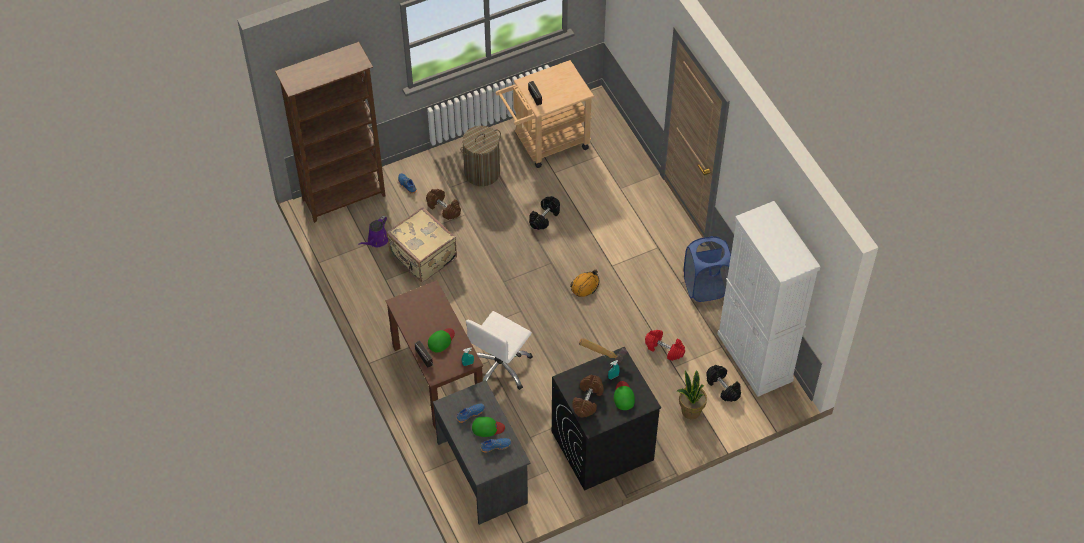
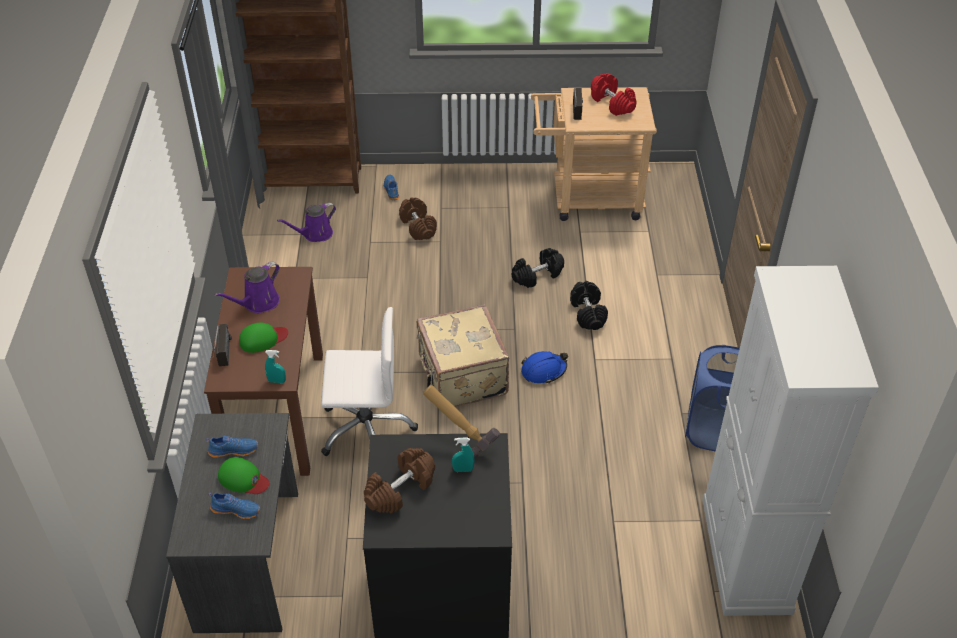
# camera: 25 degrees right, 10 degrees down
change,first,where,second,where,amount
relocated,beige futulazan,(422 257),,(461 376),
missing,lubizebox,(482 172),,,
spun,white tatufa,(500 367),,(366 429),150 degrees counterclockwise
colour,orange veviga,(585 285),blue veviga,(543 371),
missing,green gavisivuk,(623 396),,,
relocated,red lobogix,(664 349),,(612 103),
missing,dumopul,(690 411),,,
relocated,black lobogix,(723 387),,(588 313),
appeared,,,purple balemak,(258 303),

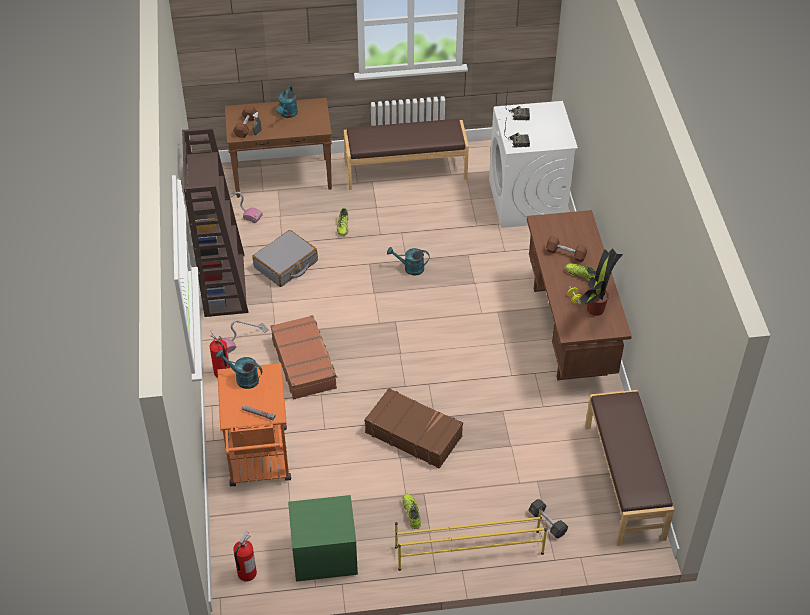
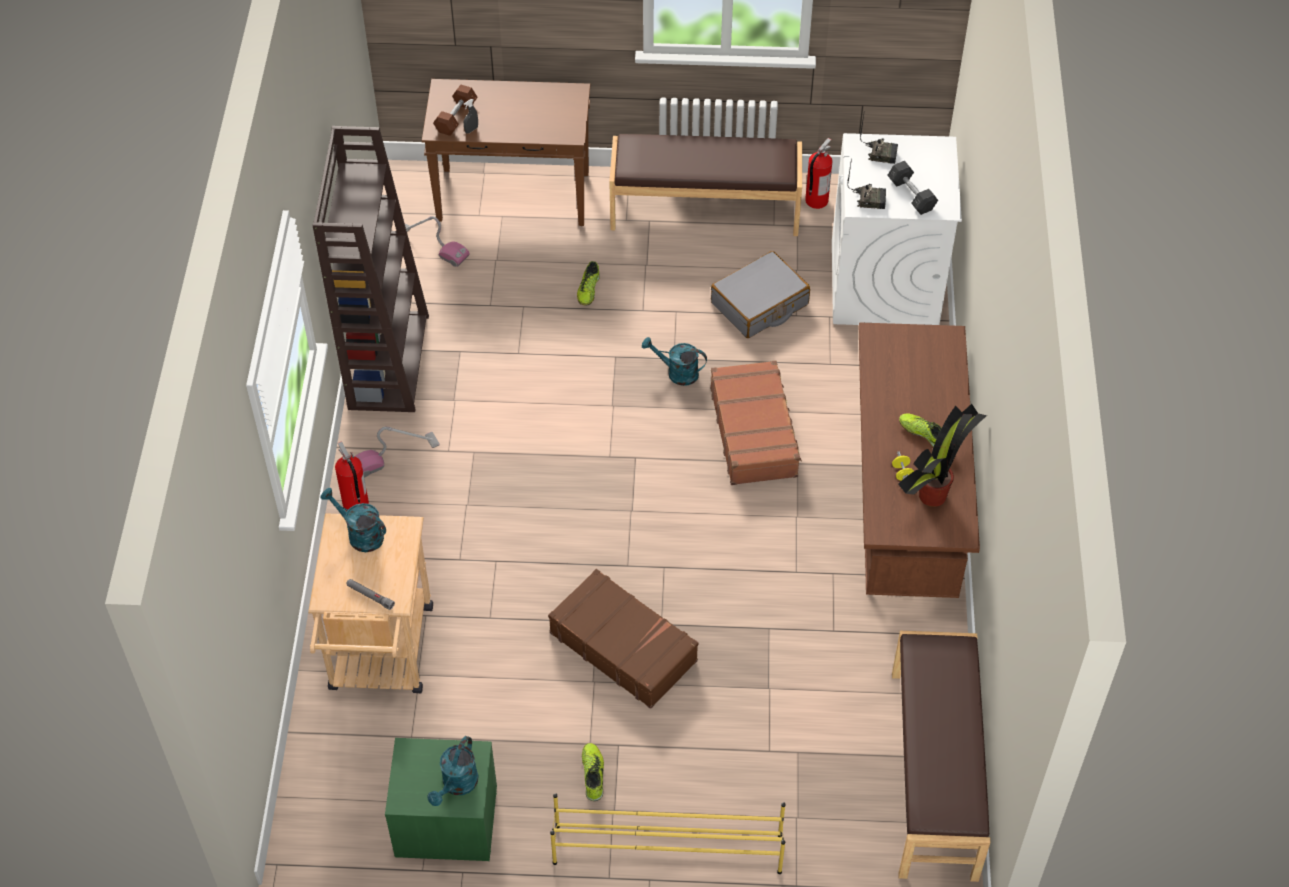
# camera: 10 degrees right, 5 degrees up
change,first,where,second,where,amount
colour,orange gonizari,(259 462),beige gonizari,(380 657),
relocated,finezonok,(246 573),,(816 200),
relocated,grey futulazan,(286 265),,(759 304),
relocated,brown futulazan,(304 363),,(754 431),
relocated,turquoise balemak,(287 114),,(457 785),
relocated,grey lobogix,(547 523),,(911 195),
missing,brown lobogix,(566 254),,,

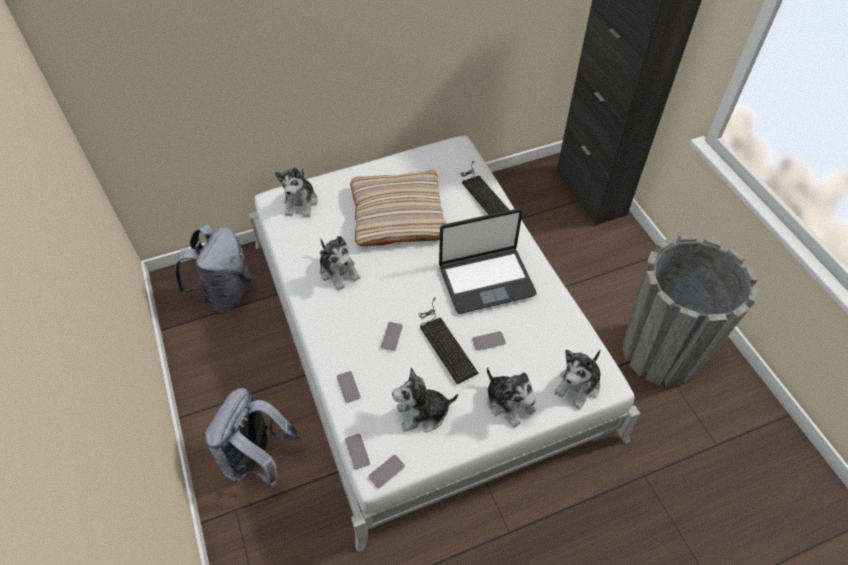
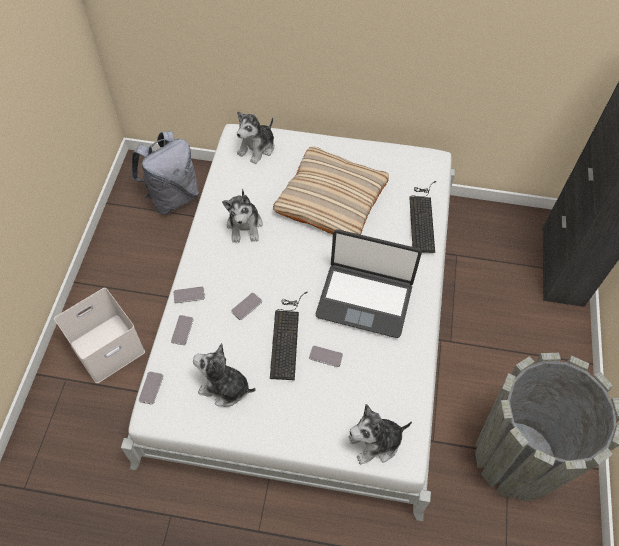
# camera: 30 degrees right, 5 degrees up
change,first,where,second,where,amount
exchanged,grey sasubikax,(258 460),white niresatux,(107 349),
relocated,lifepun,(386 471),,(189 295),
missing,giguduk,(509 403),,,

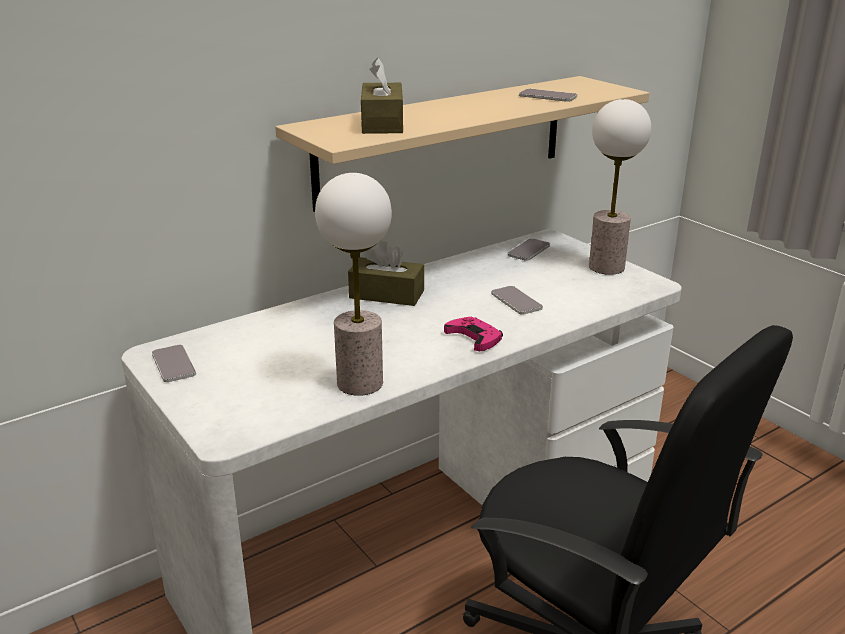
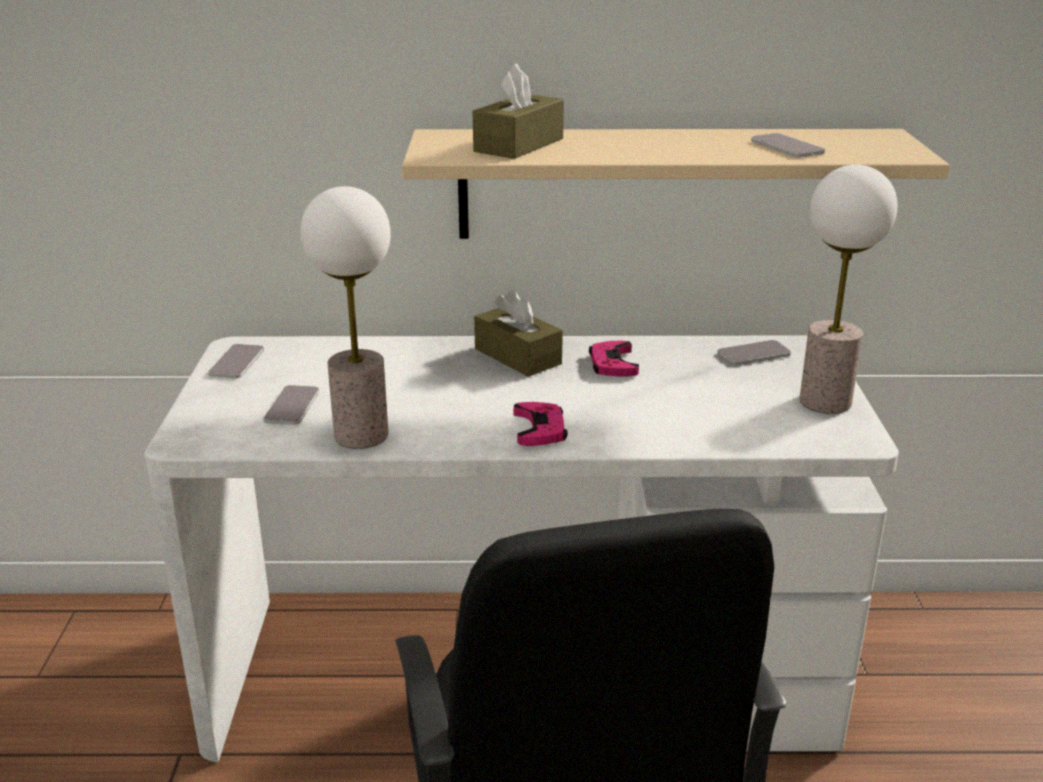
# camera: 35 degrees right, 0 degrees up
change,first,where,second,where,amount
relocated,lifepun,(516 301),,(292 406),
appeared,,,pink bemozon,(612 364),

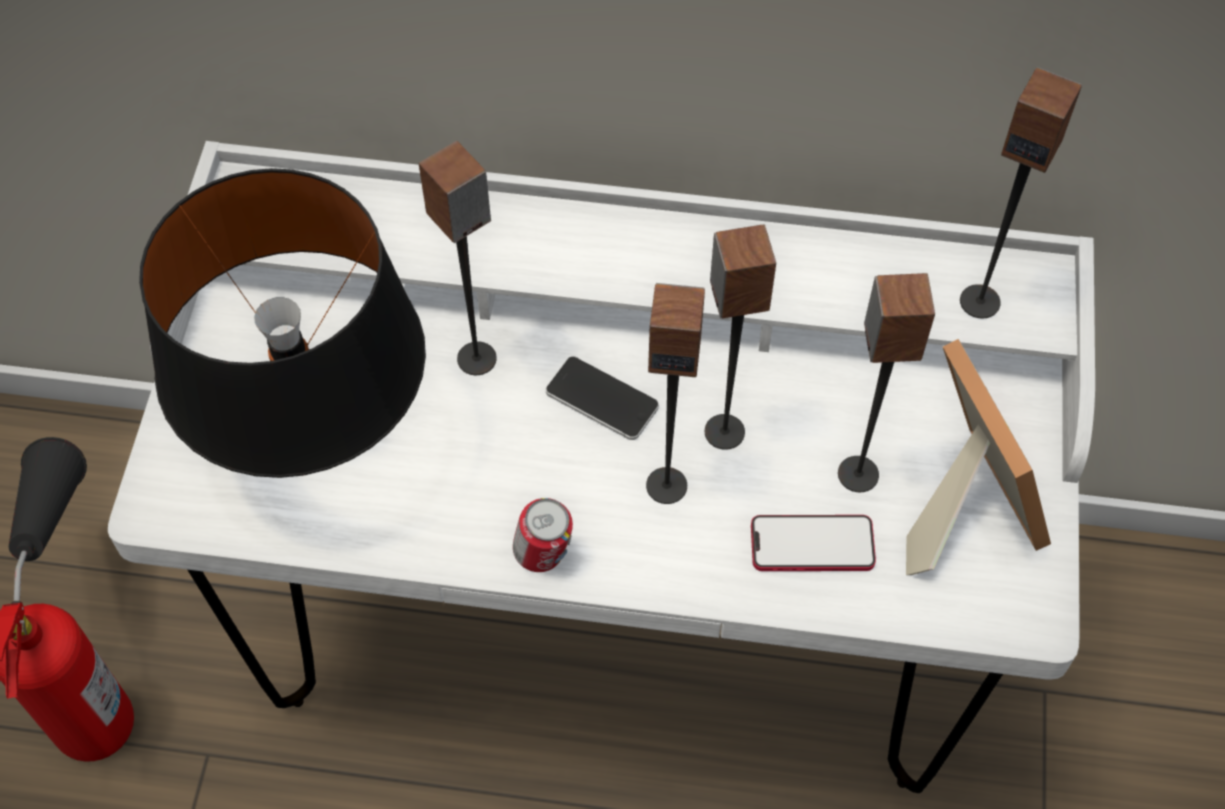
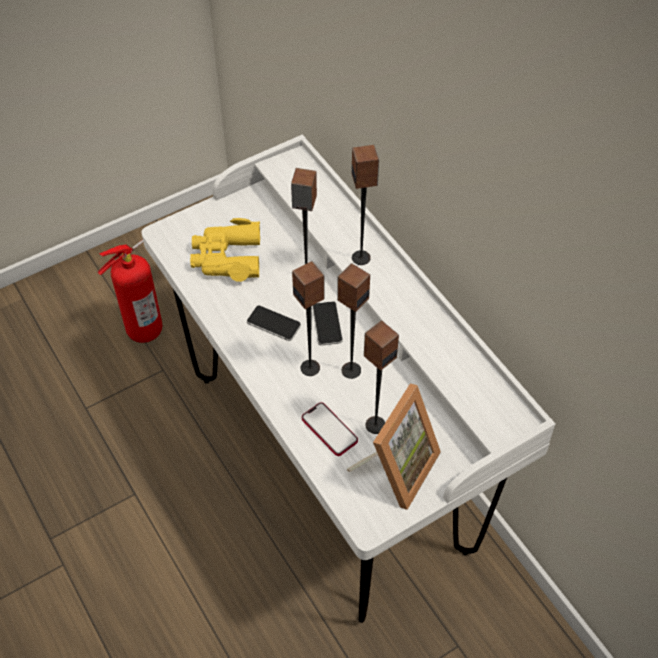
# camera: 50 degrees right, 5 degrees down
change,first,where,second,where,amount
exchanged,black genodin,(317 445),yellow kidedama,(227 258),
missing,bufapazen,(543 556),,,
relocated,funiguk,(980 301),,(361 258),
appeared,,,lifepun,(273 323),

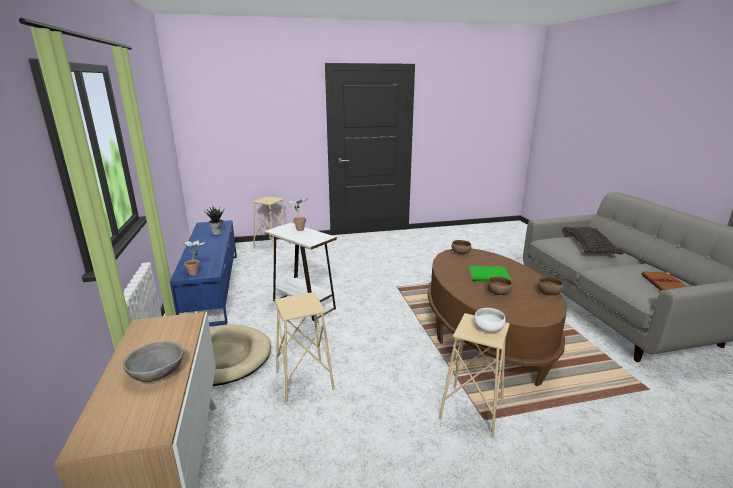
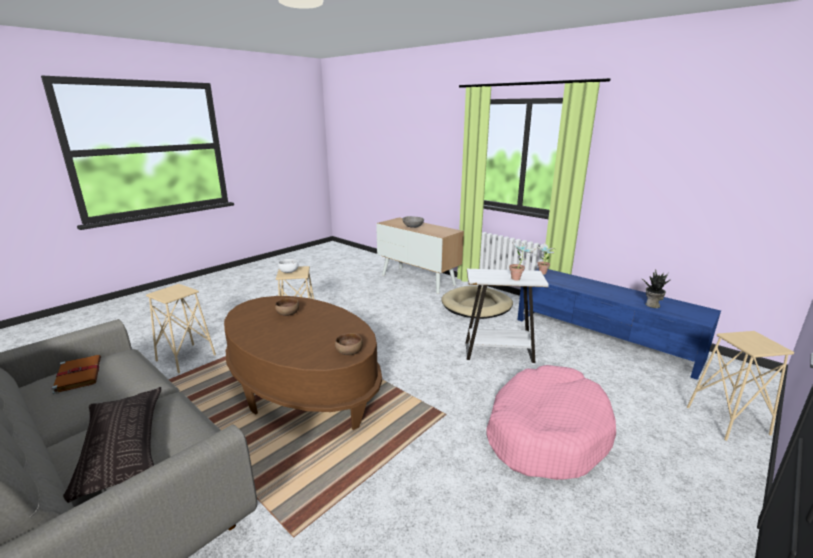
# camera: 145 degrees right, 0 degrees up
change,first,where,second,where,amount
relocated,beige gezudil,(304 380),,(186 358),
missing,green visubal,(490 276),,,
missing,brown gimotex,(548 293),,,
appeared,,,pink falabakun,(546 433),

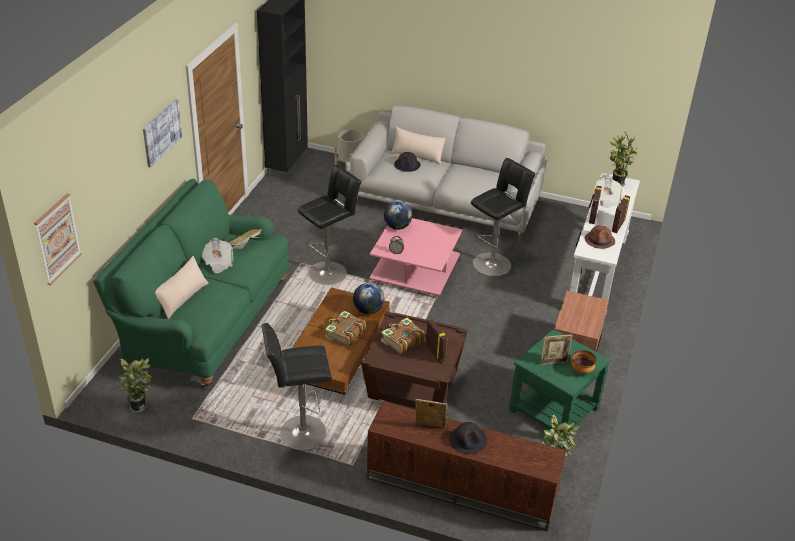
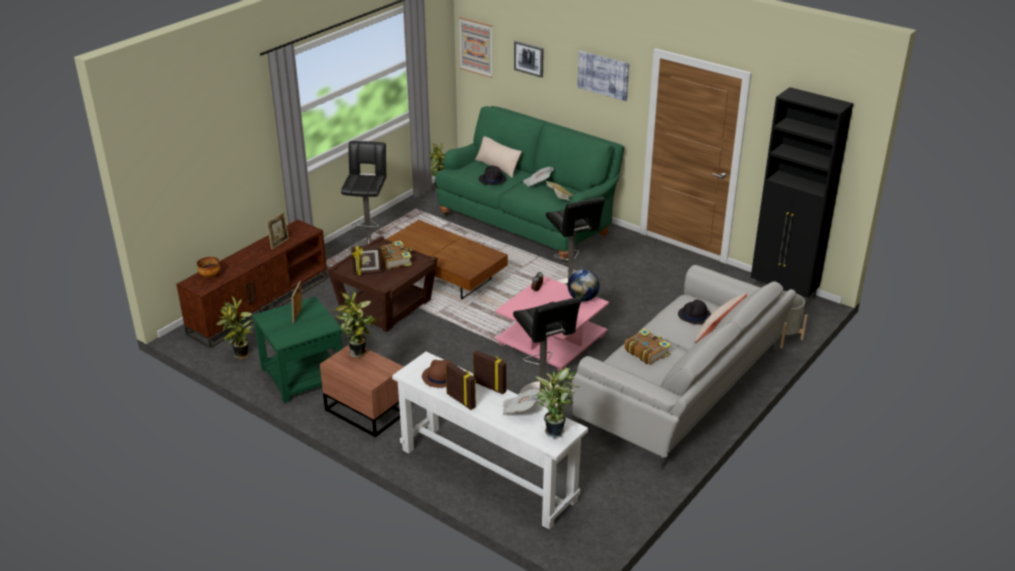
# camera: 110 degrees right, 5 degrees down
change,first,where,second,where,amount
relocated,visubal,(344 333),,(646 352),
missing,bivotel,(368 310),,,
relocated,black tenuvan,(468 440),,(492 179),
relocated,gimotex,(582 371),,(210 276),
appeared,,,dumopul,(359 354),
appeared,,,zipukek,(529 58),

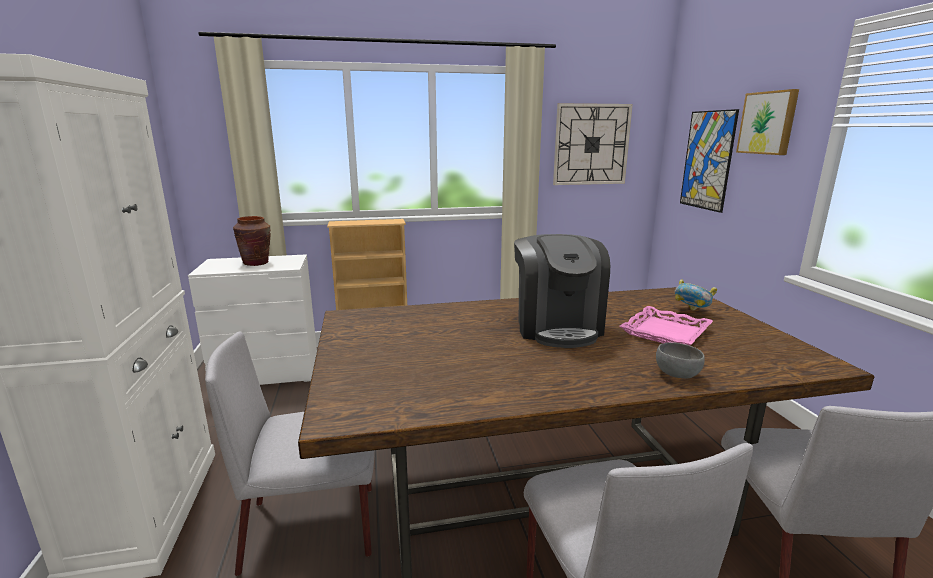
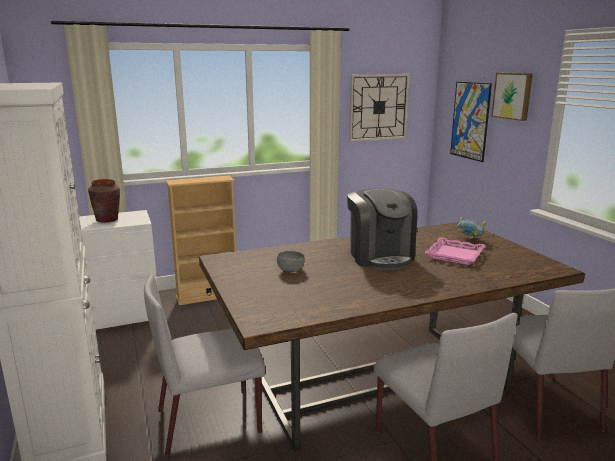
# camera: 10 degrees left, 0 degrees up
change,first,where,second,where,amount
relocated,grey gimotex,(677 374),,(290 270),

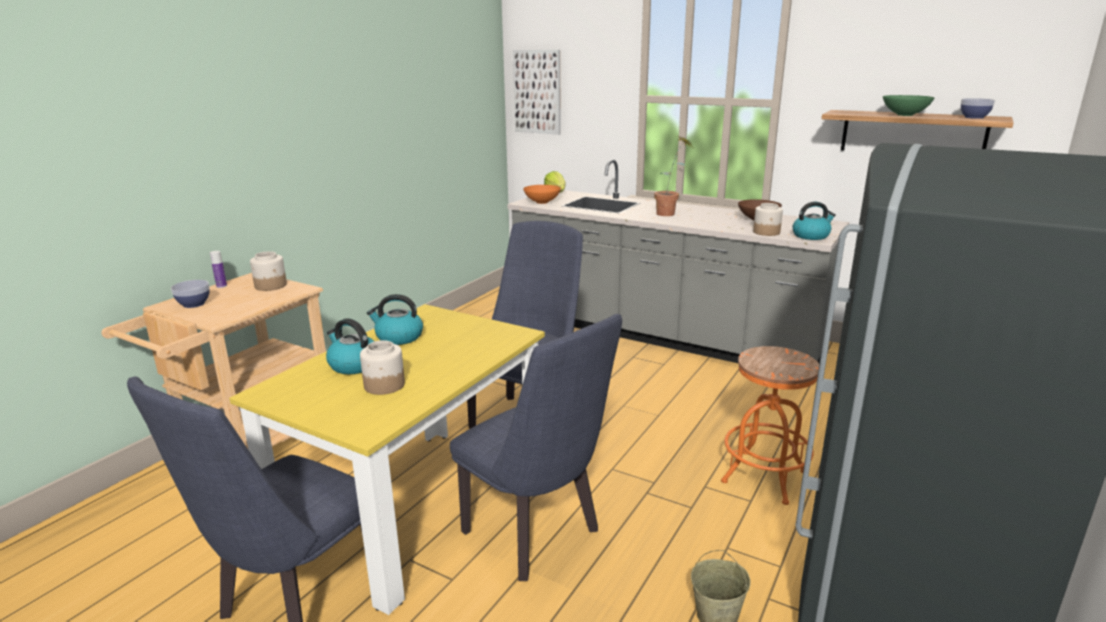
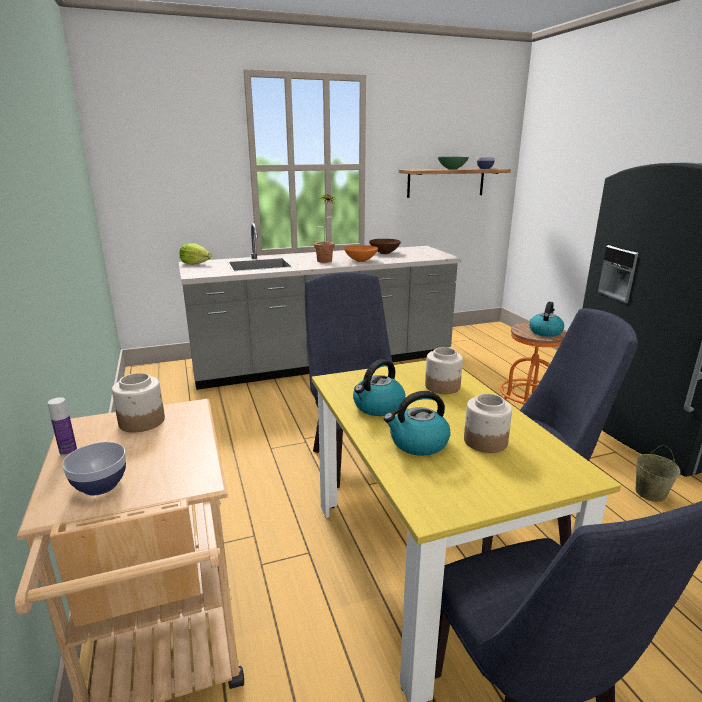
# camera: 50 degrees left, 0 degrees up
change,first,where,second,where,amount
missing,zipukek,(537 92),,,
relocated,orange gimotex,(542 202),,(360 260),
relocated,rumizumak,(766 232),,(443 386),
relocated,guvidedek,(811 236),,(545 332),

